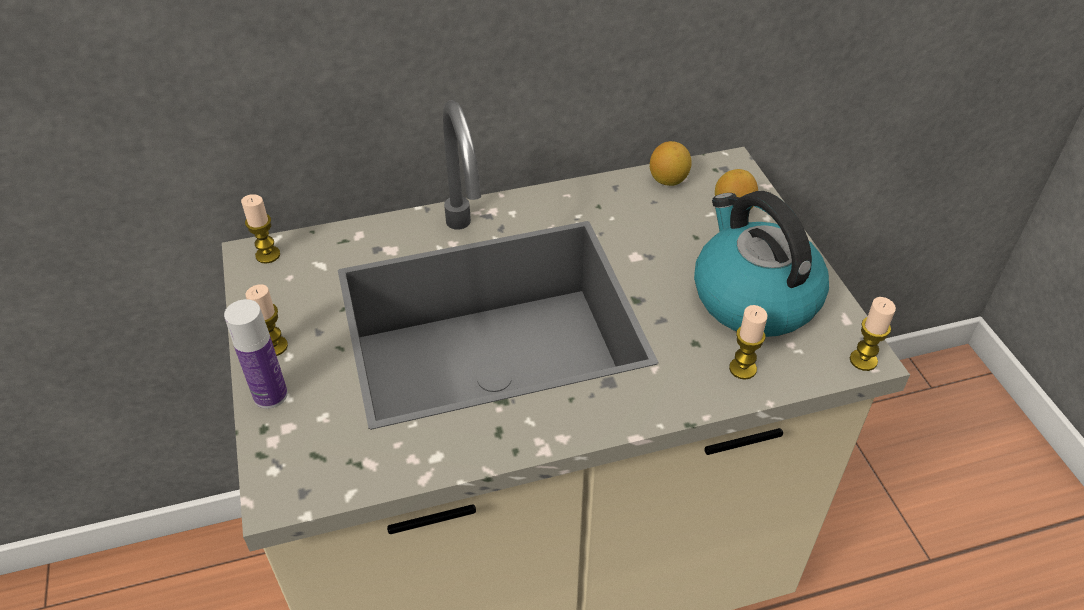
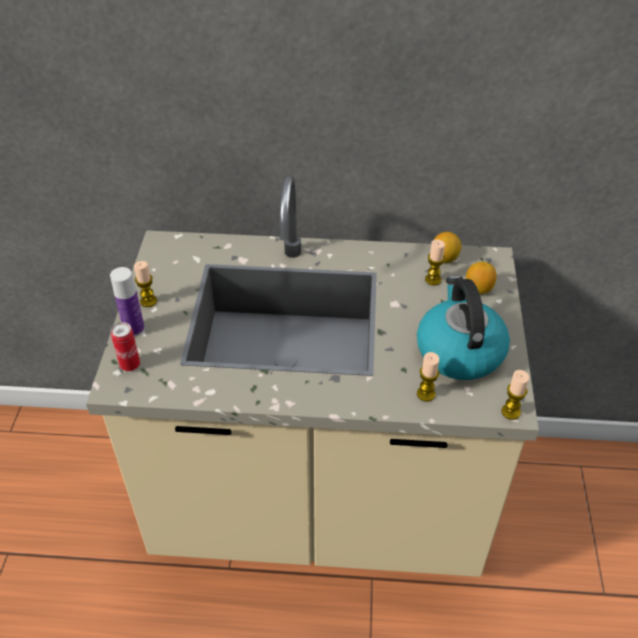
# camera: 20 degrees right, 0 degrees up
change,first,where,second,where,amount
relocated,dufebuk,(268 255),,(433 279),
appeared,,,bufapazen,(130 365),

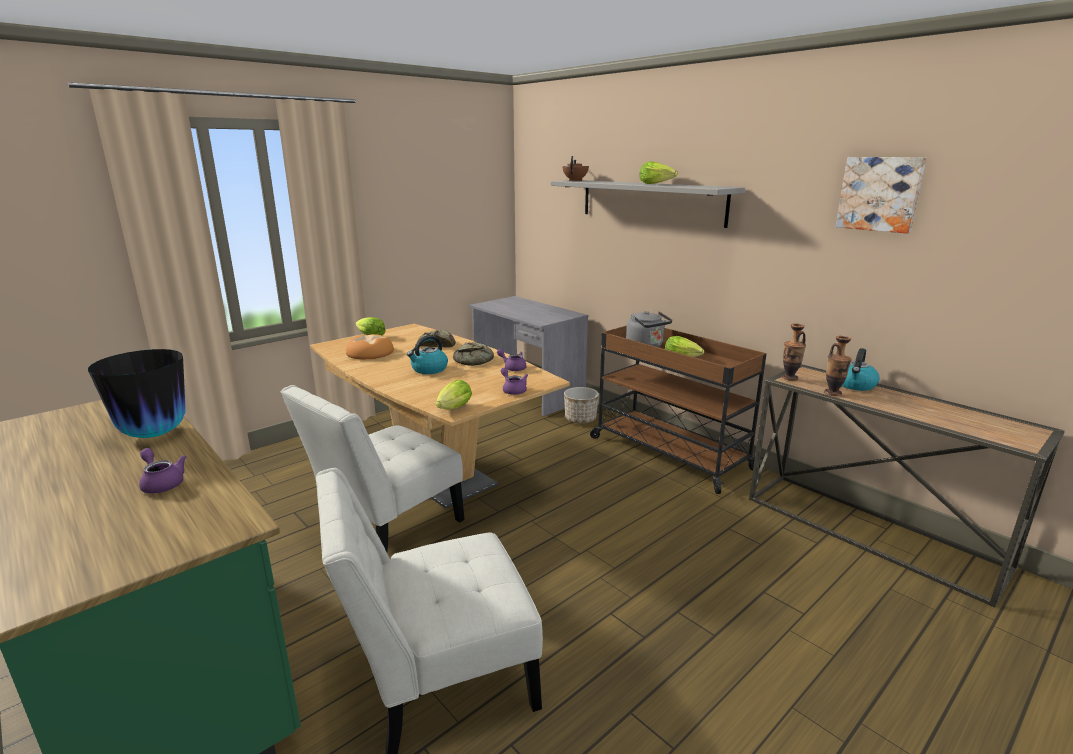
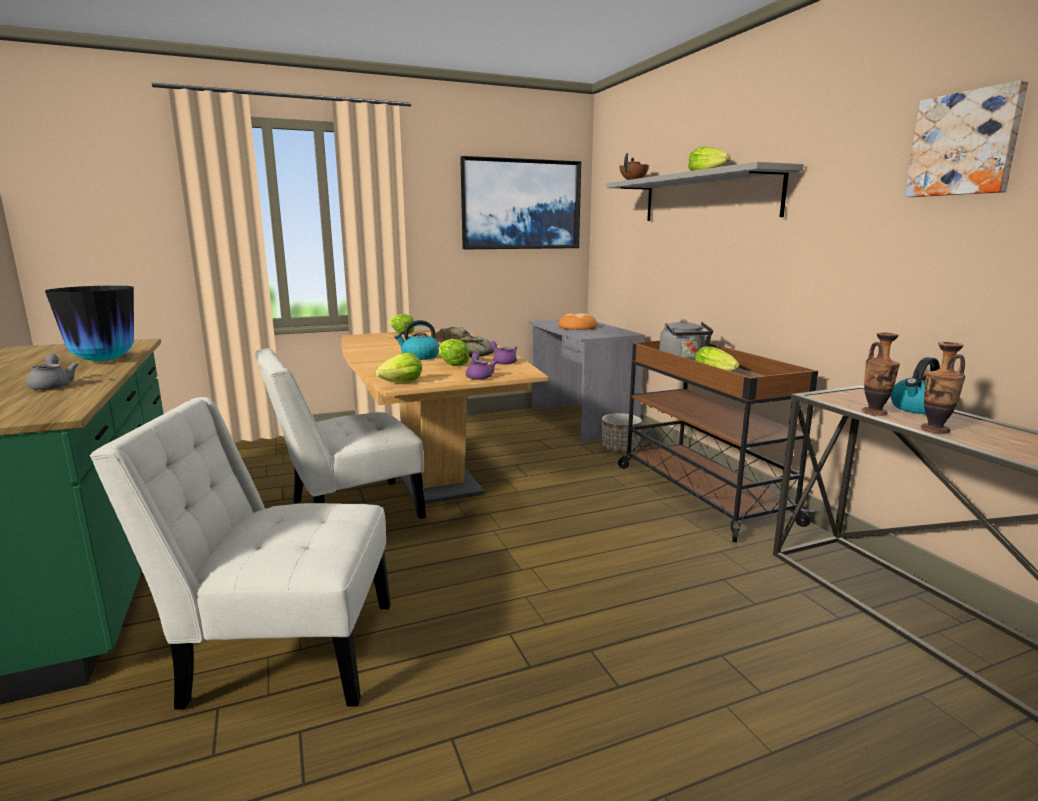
# camera: 20 degrees right, 5 degrees down
change,first,where,second,where,amount
colour,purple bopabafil,(162 483),grey bopabafil,(53 385),
relocated,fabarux,(370 353),,(577 327),
relocated,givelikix,(789 378),,(934 430),
appeared,,,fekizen,(452 364),
appeared,,,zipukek,(521 204),

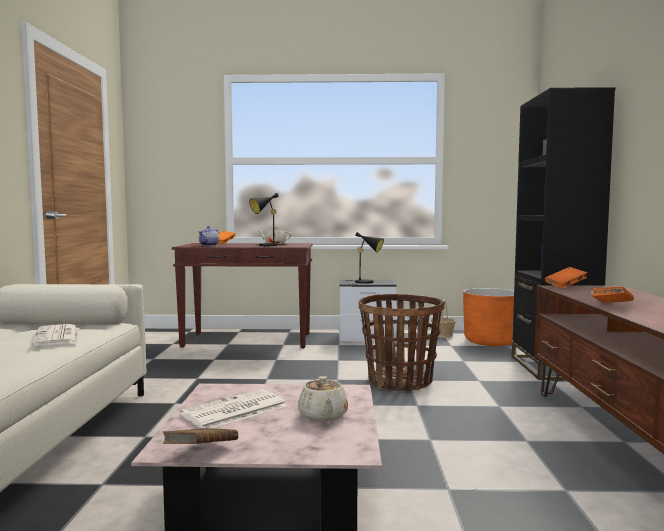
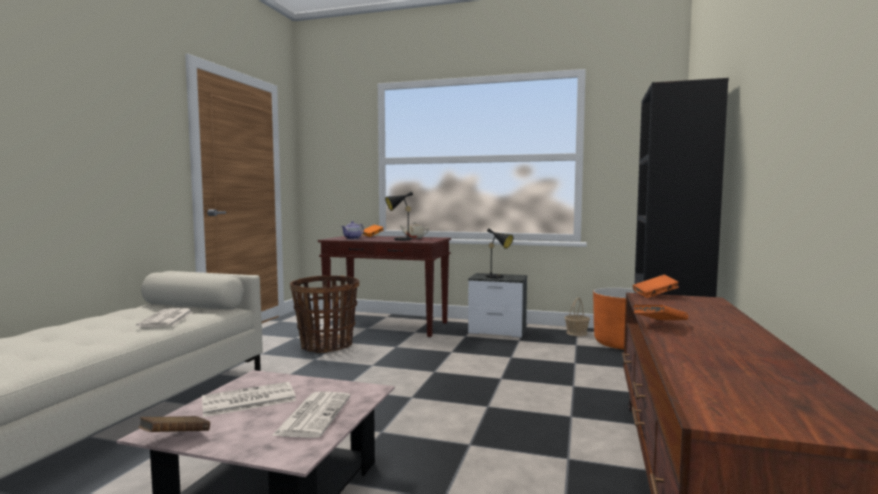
# camera: 15 degrees right, 0 degrees up
change,first,where,second,where,amount
exchanged,beige bopabafil,(323 416),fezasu,(313 415),
relocated,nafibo,(400 382),,(326 346),

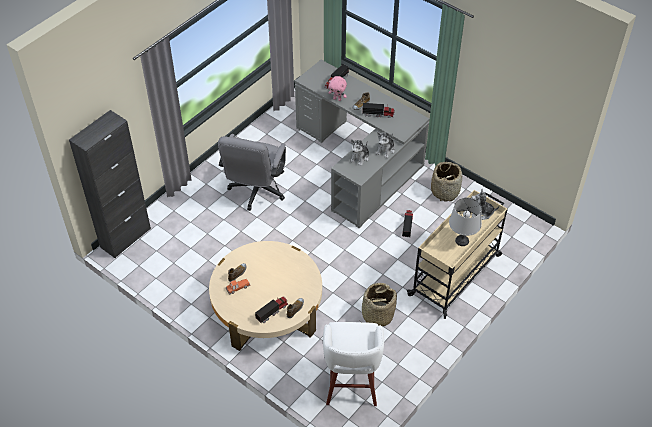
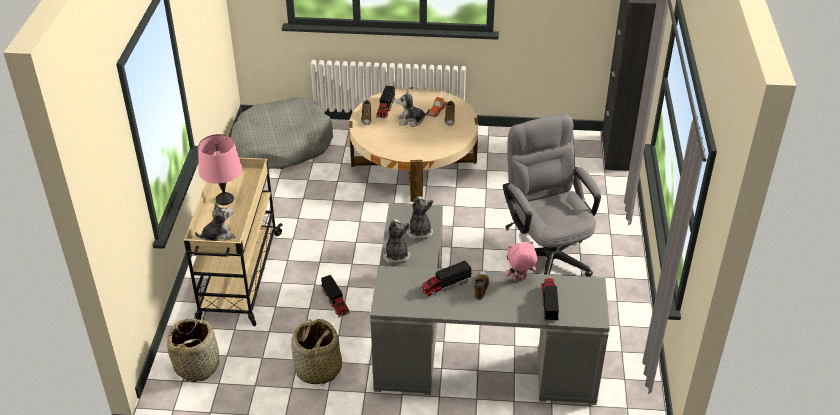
# camera: 145 degrees right, 10 degrees down
change,first,where,second,where,amount
exchanged,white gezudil,(351 385),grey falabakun,(282 145),
relocated,nafibo,(377 315),,(197 365),
colour,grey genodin,(462 241),pink genodin,(224 199),
appeared,,,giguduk,(411 121),

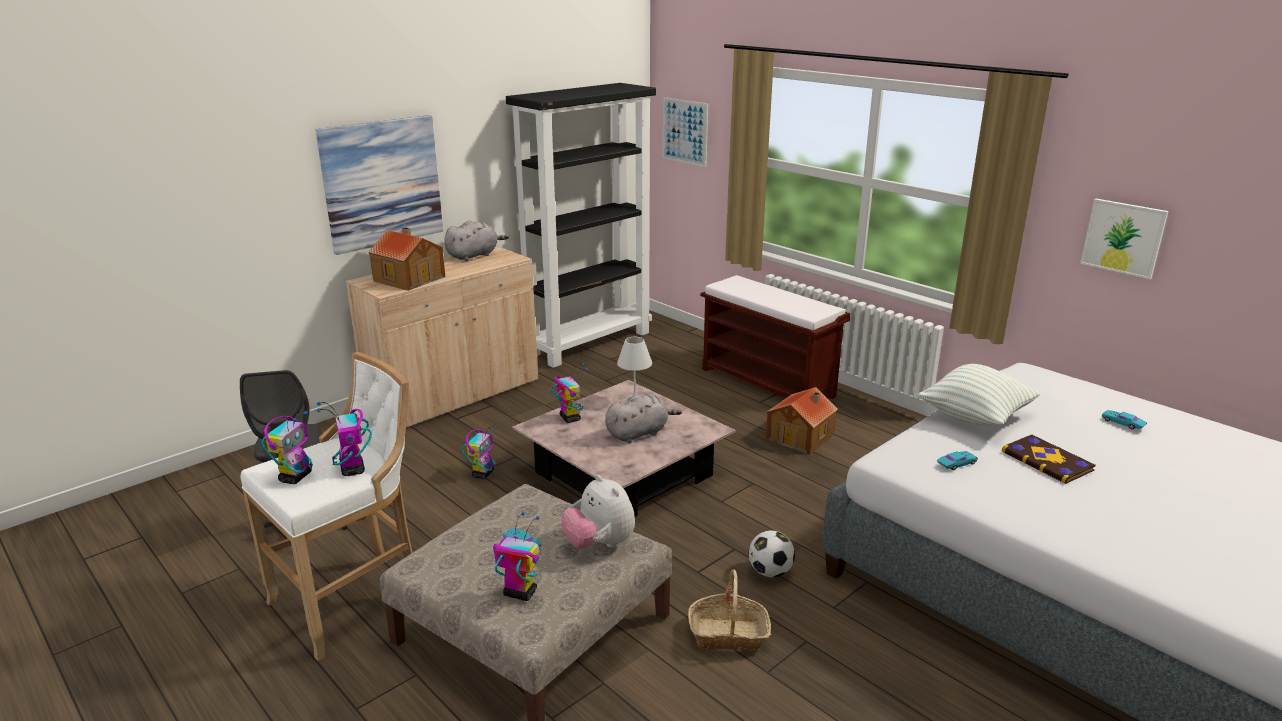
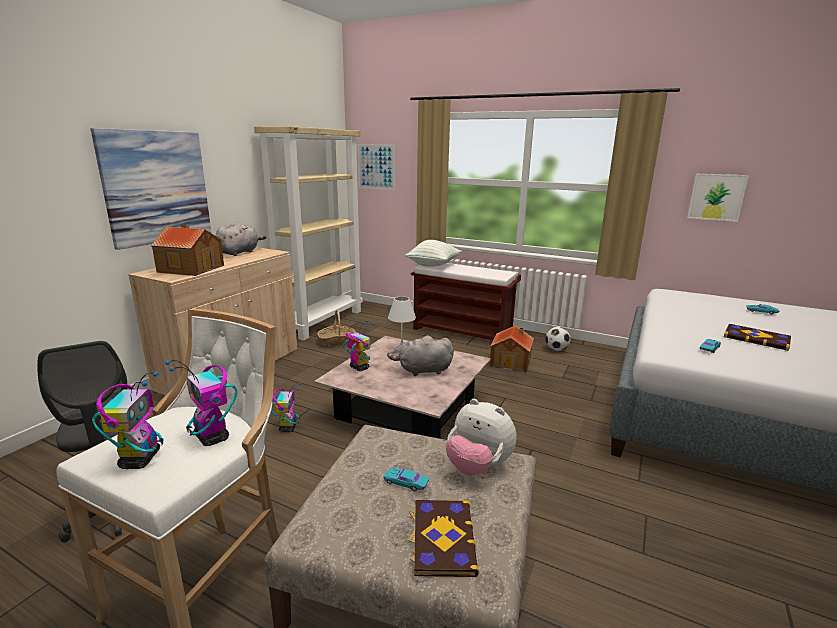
# camera: 20 degrees left, 5 degrees down
change,first,where,second,where,amount
exchanged,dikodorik,(519 593),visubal,(442 538),
colour,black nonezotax,(589 343),beige nonezotax,(322 321),
spun,grey giguduk,(639 433),,(422 370),135 degrees counterclockwise
relocated,nafibo,(728 634),,(337 341),
relocated,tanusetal,(770 572),,(556 349),
relocated,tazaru,(975 417),,(433 265),

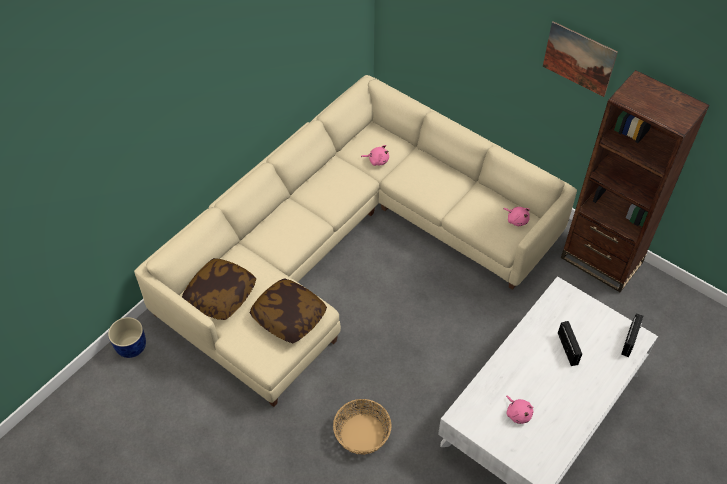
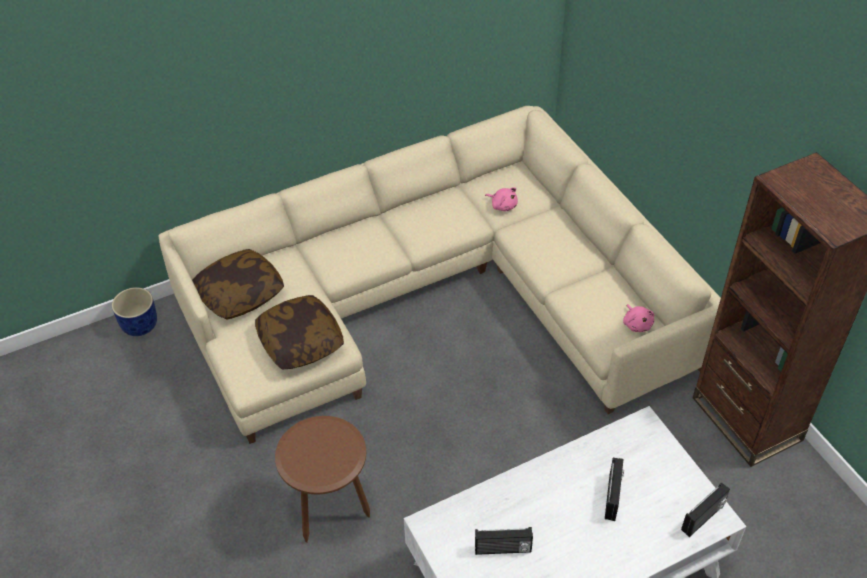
# camera: 25 degrees right, 5 degrees down
change,first,where,second,where,amount
exchanged,nafibo,(362 433),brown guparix,(330 512),
exchanged,pink giguduk,(518 413),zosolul,(503 549),
missing,zipukek,(579 59),,,

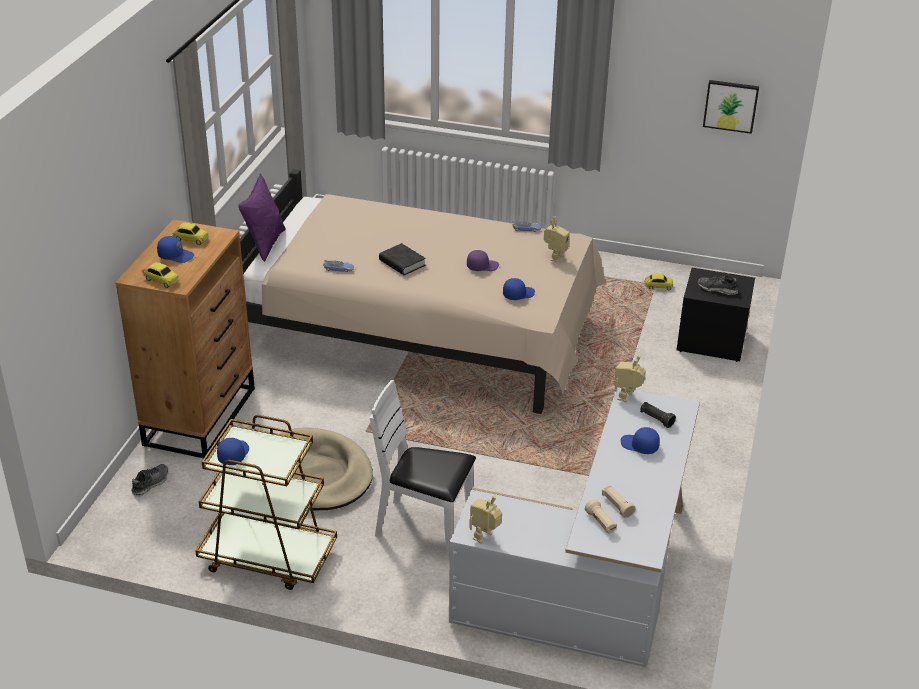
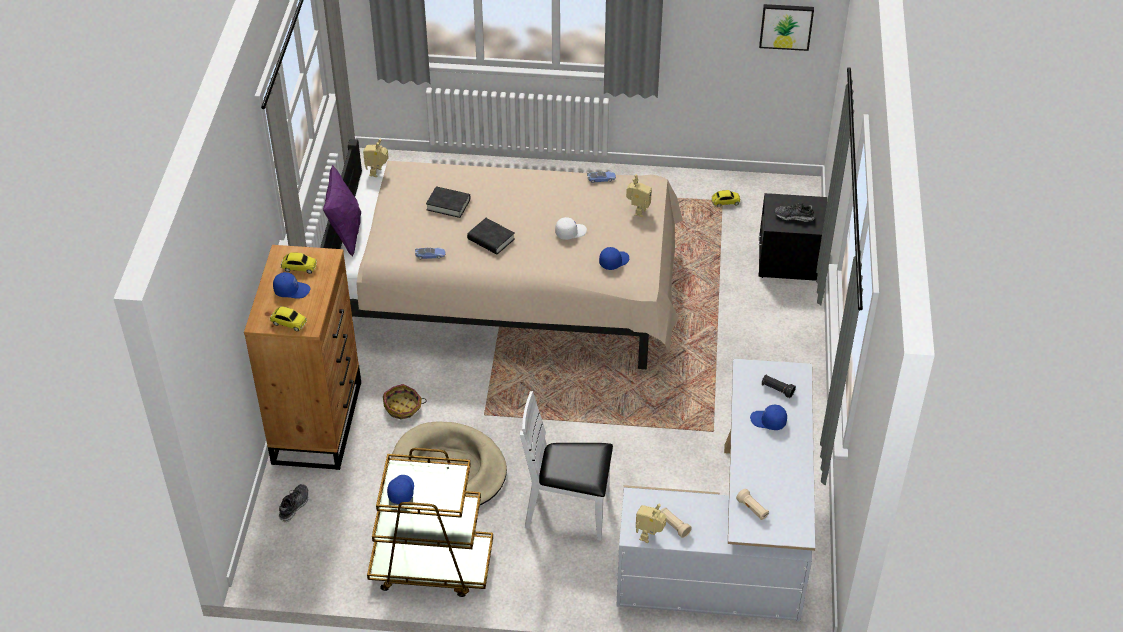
# camera: 10 degrees left, 10 degrees up
change,first,where,second,where,amount
colour,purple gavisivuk,(482 266),white gavisivuk,(570 232),
relocated,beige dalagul,(617 506),,(673 526),
relocated,dikodorik,(627 397),,(378 172),
appeared,,,nafibo,(403 407),
appeared,,,black visubal,(448 204),

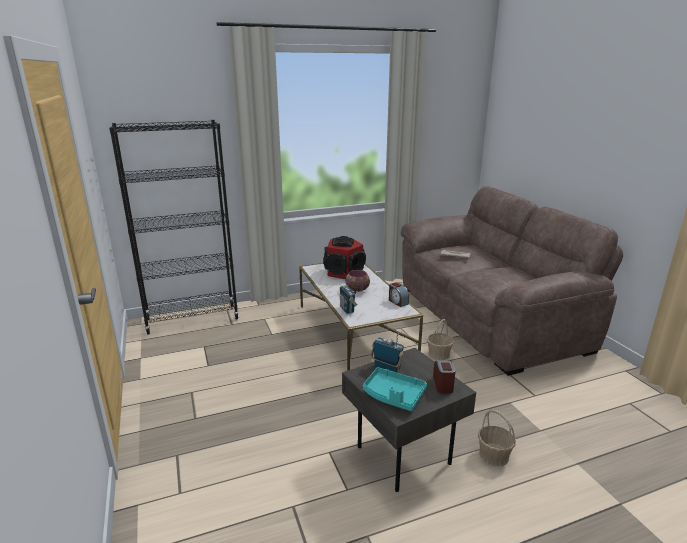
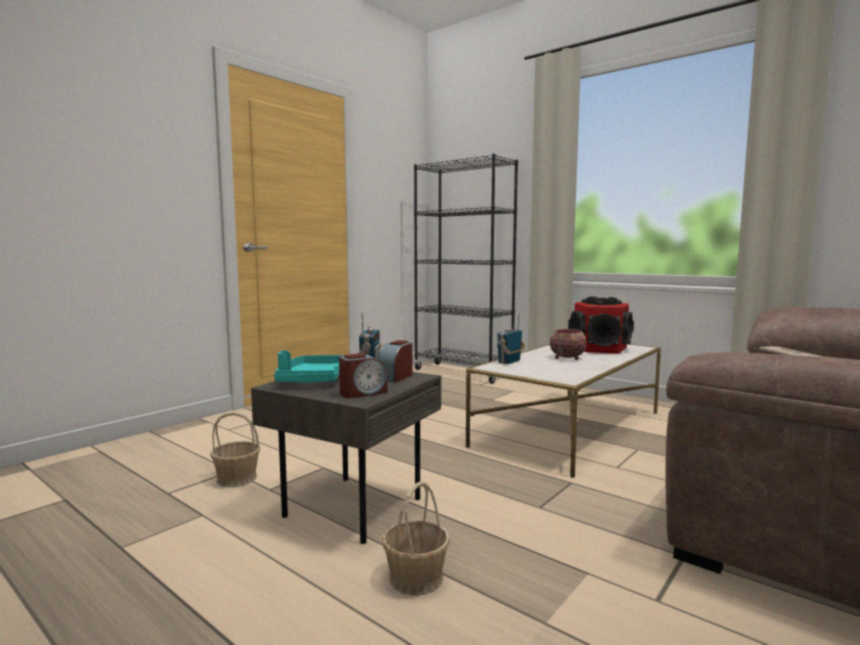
# camera: 60 degrees right, 15 degrees down
change,first,where,second,where,amount
relocated,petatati,(397 302),,(395 377),
relocated,nafibo,(439 354),,(237 479),

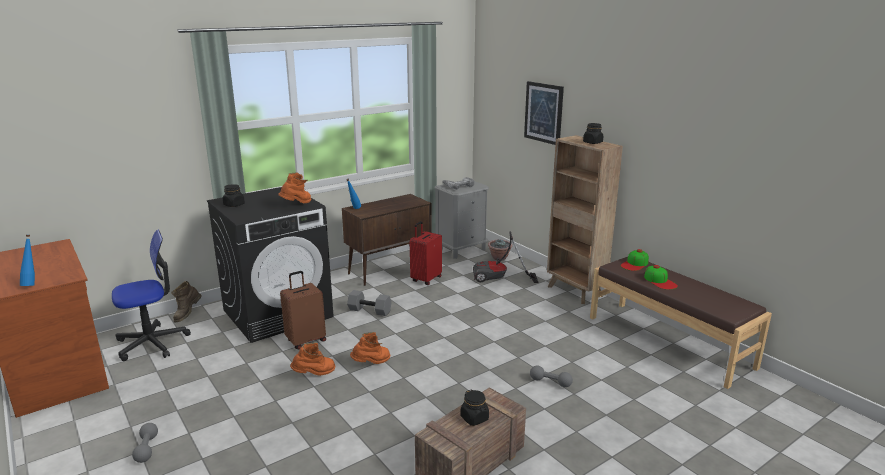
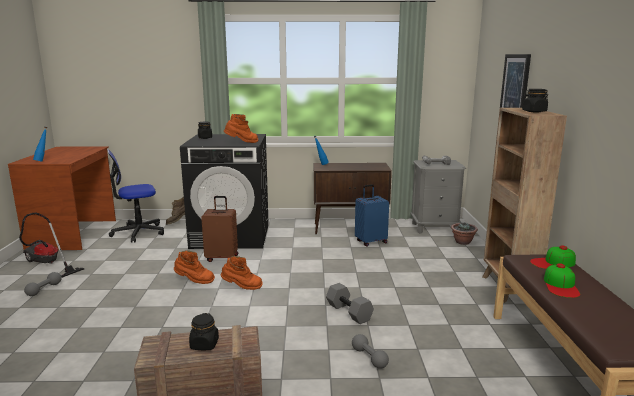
# camera: 35 degrees right, 5 degrees down
change,first,where,second,where,amount
spun,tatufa,(152 343),,(138 232),150 degrees clockwise
relocated,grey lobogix,(370 310),,(349 312),
colour,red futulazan,(425 279),blue futulazan,(370 242),
relocated,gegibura,(499 279),,(47 264),

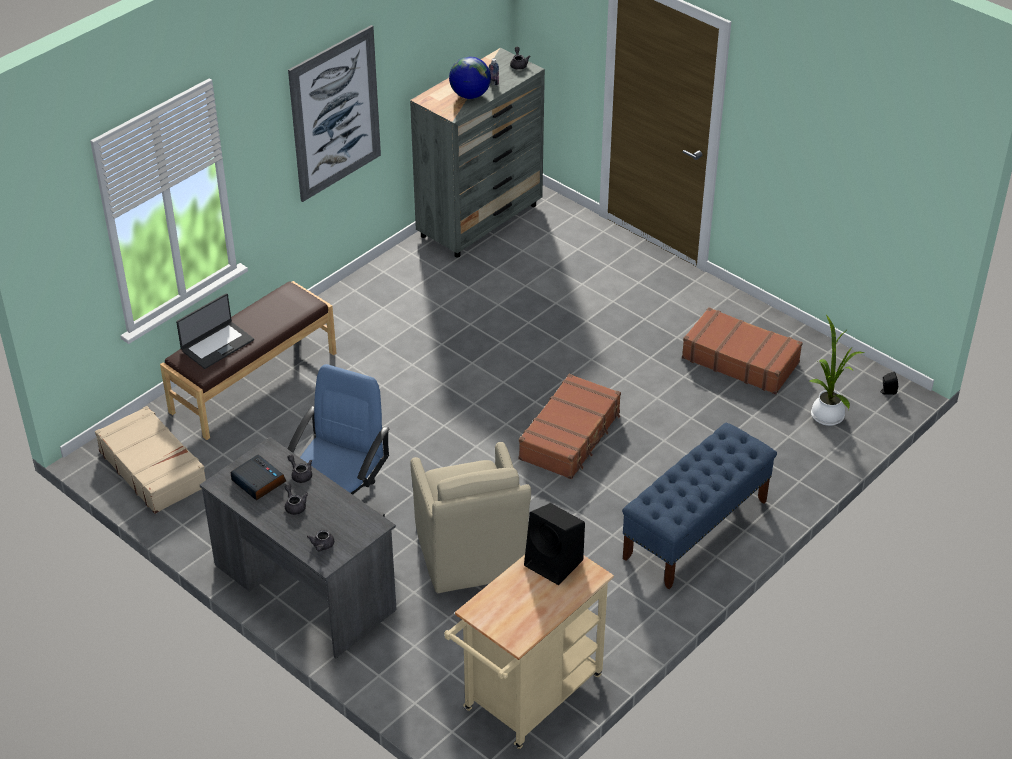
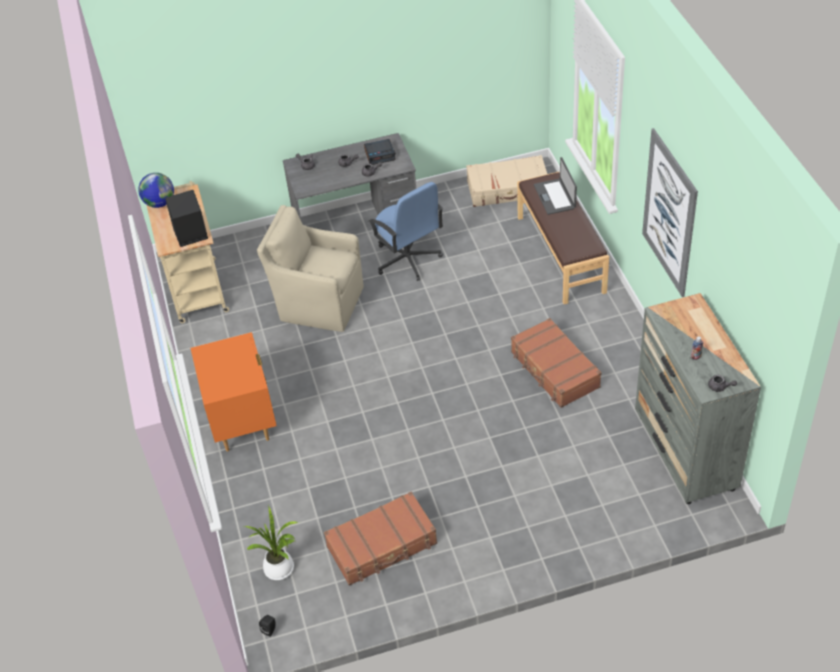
# camera: 125 degrees right, 5 degrees up
change,first,where,second,where,amount
relocated,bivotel,(470 95),,(160 203),
relocated,brown futulazan,(571 436),,(554 370),
exchanged,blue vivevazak,(695 530),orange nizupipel,(243 423),

